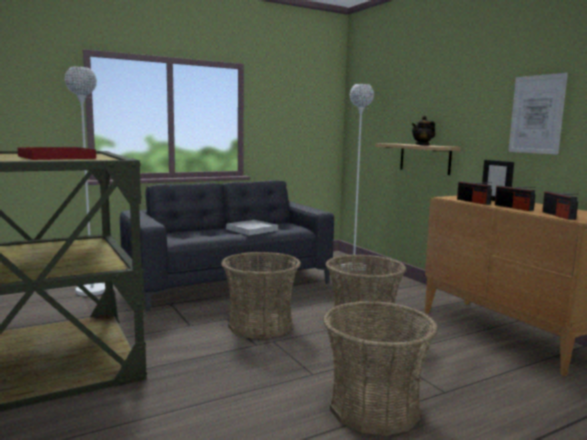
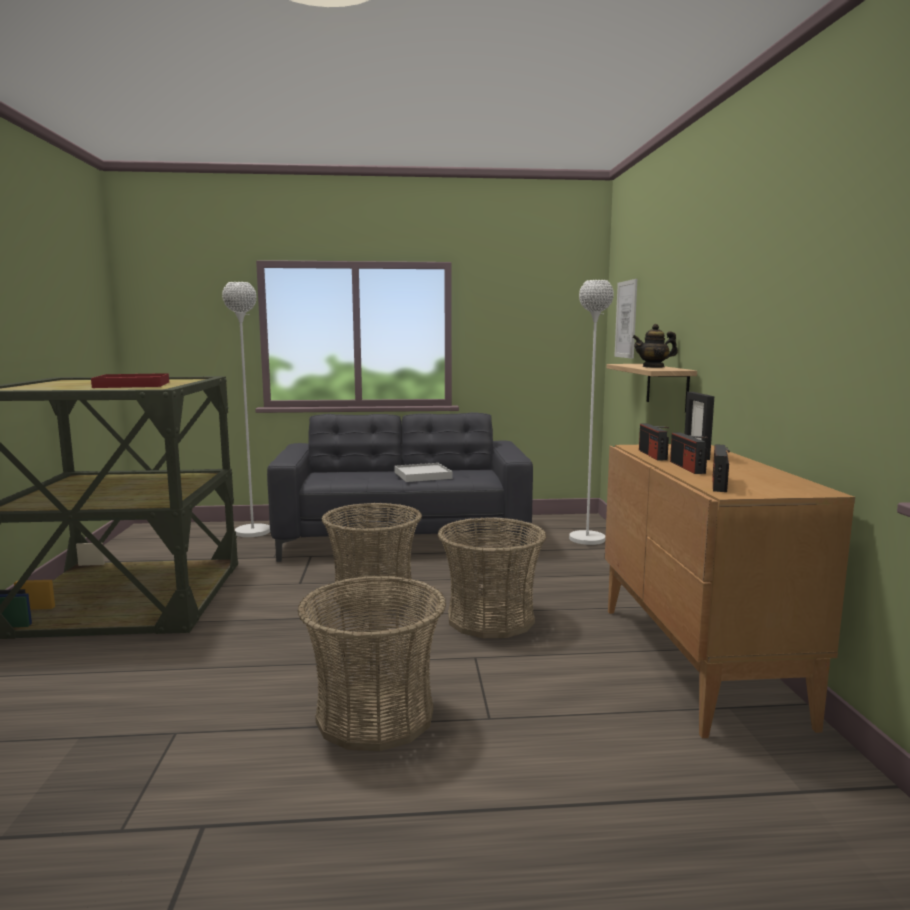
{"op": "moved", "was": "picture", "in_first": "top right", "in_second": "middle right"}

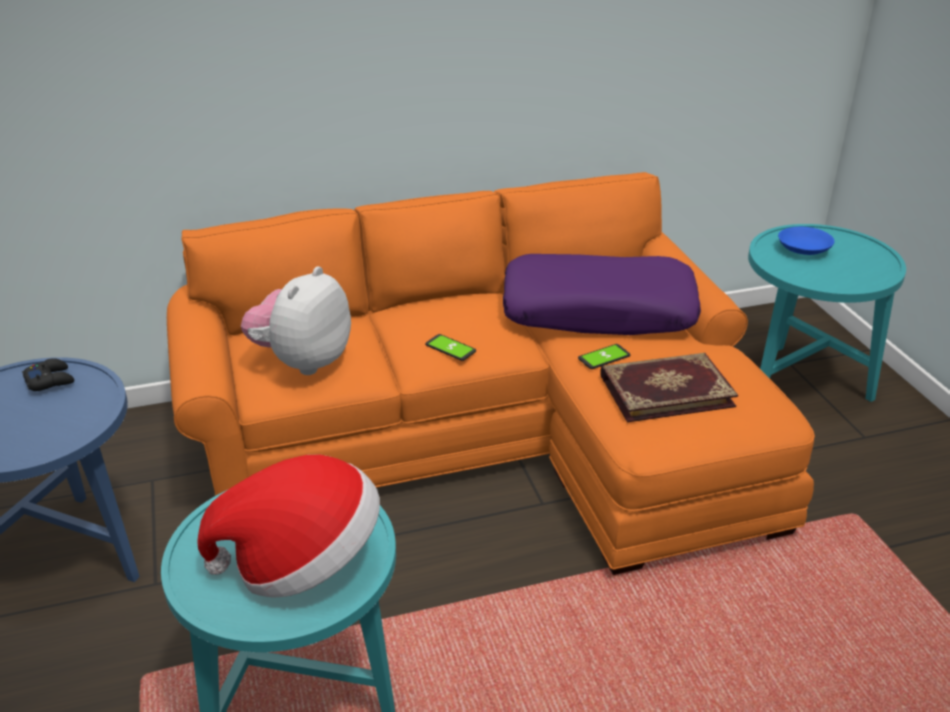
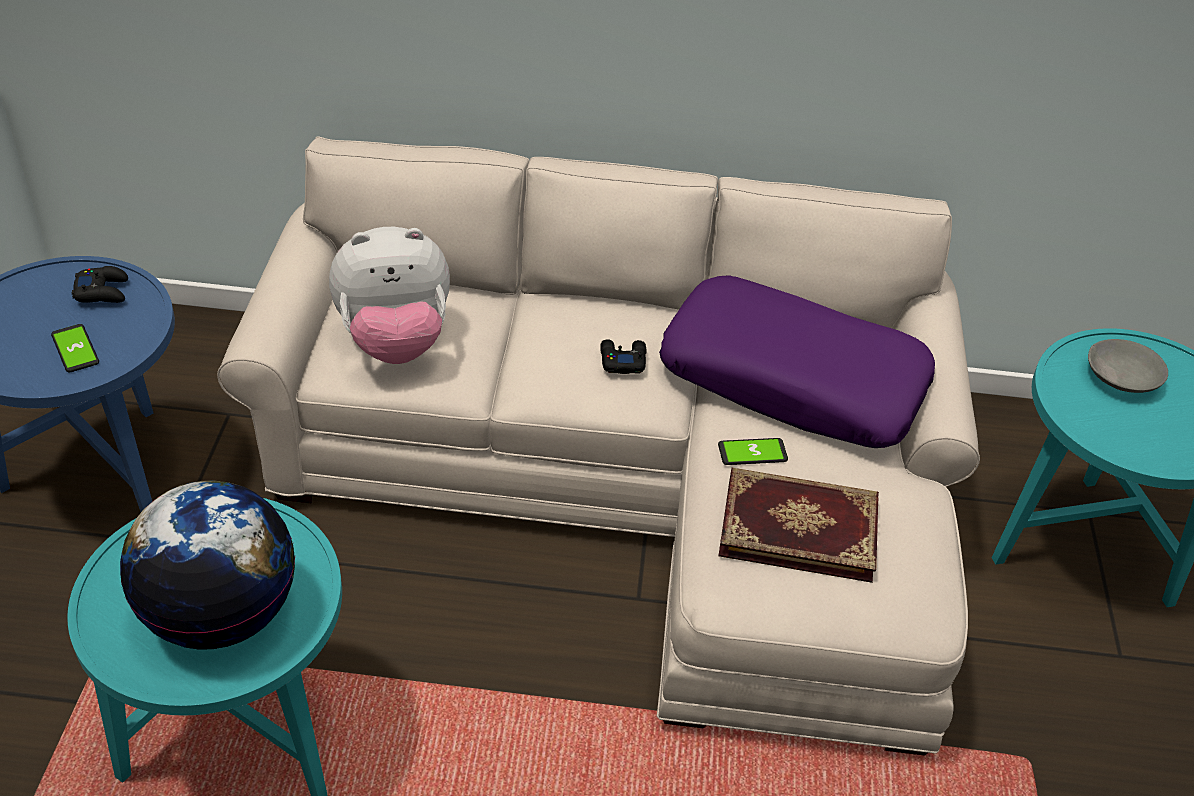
{"op": "recoloured", "was": "orange sofa", "now": "beige sofa", "in_first": "centre", "in_second": "centre"}
{"op": "replaced", "was": "hat", "now": "globe", "in_first": "bottom left", "in_second": "bottom left"}
{"op": "turned", "was": "plush toy", "in_first": "middle left", "in_second": "middle left", "clockwise": -150}
{"op": "moved", "was": "phone (1st from left)", "in_first": "centre", "in_second": "middle left"}
{"op": "recoloured", "was": "blue bowl", "now": "grey bowl", "in_first": "middle right", "in_second": "middle right"}
{"op": "added", "now": "black game controller (2nd from left)", "in_second": "centre"}

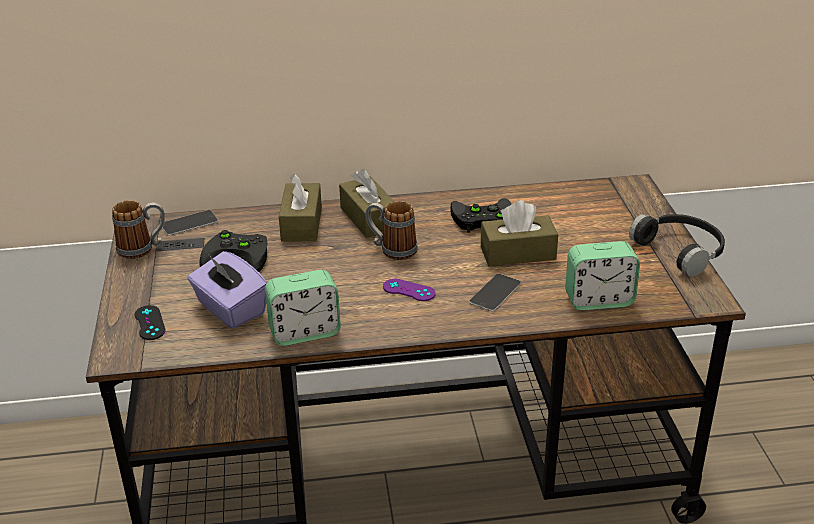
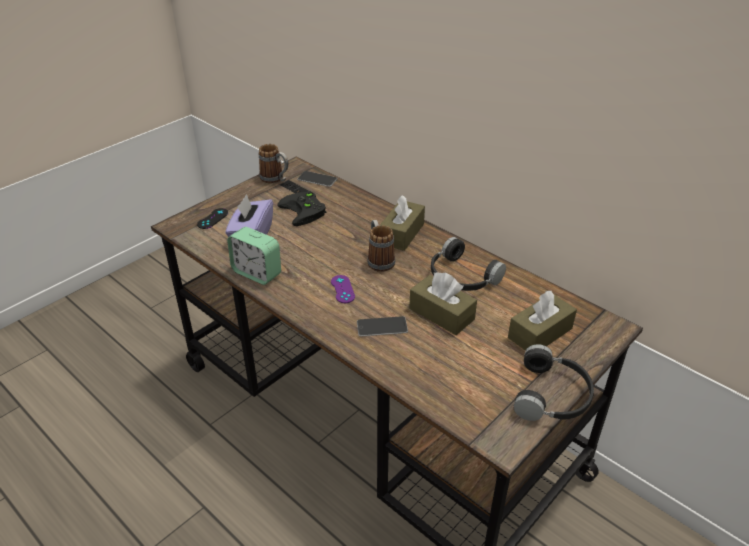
{"op": "moved", "was": "brown tissue box (1st from left in the first image)", "now": "brown tissue box (3rd from left)", "in_first": "centre", "in_second": "middle right"}
{"op": "replaced", "was": "black game controller (3rd from left)", "now": "black headphones (1st from left)", "in_first": "centre", "in_second": "centre"}
{"op": "removed", "was": "alarm clock (2nd from left)", "in_first": "middle right"}

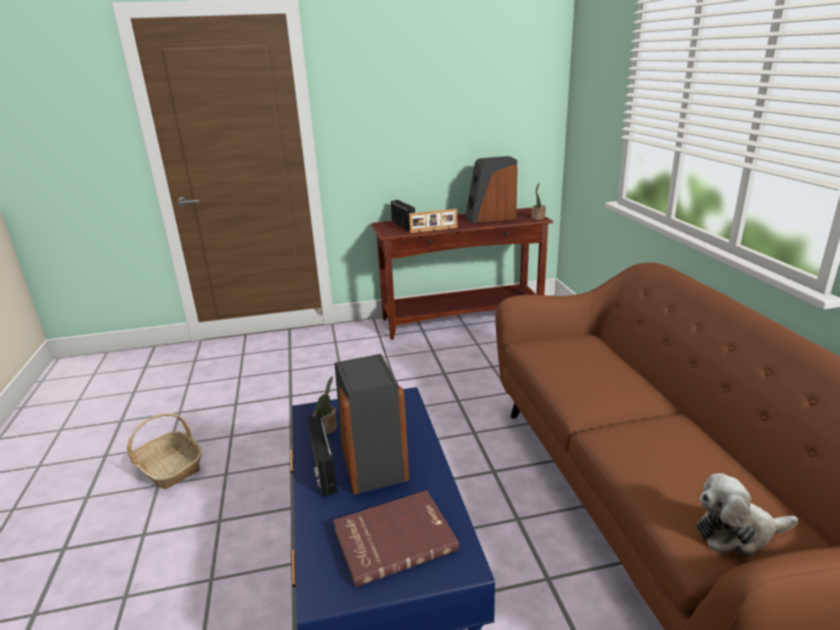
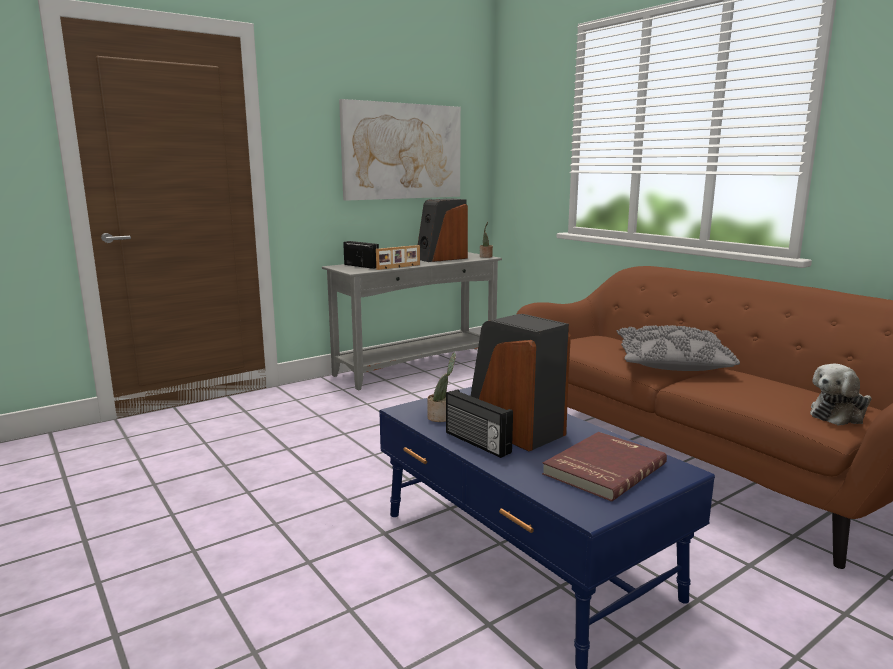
{"op": "removed", "was": "basket", "in_first": "bottom left"}
{"op": "recoloured", "was": "brown console table", "now": "grey console table", "in_first": "centre", "in_second": "centre"}
{"op": "added", "now": "picture", "in_second": "top centre"}
{"op": "added", "now": "grey pillow", "in_second": "middle right"}

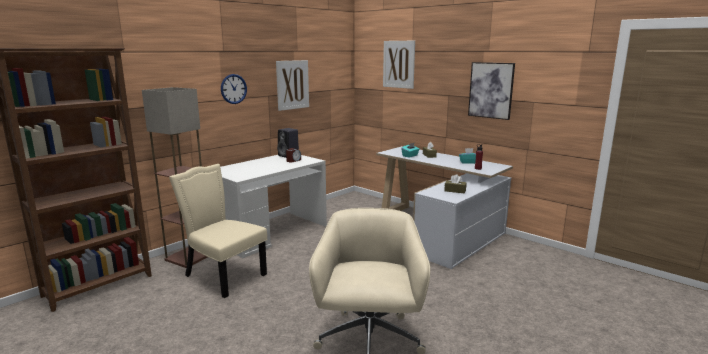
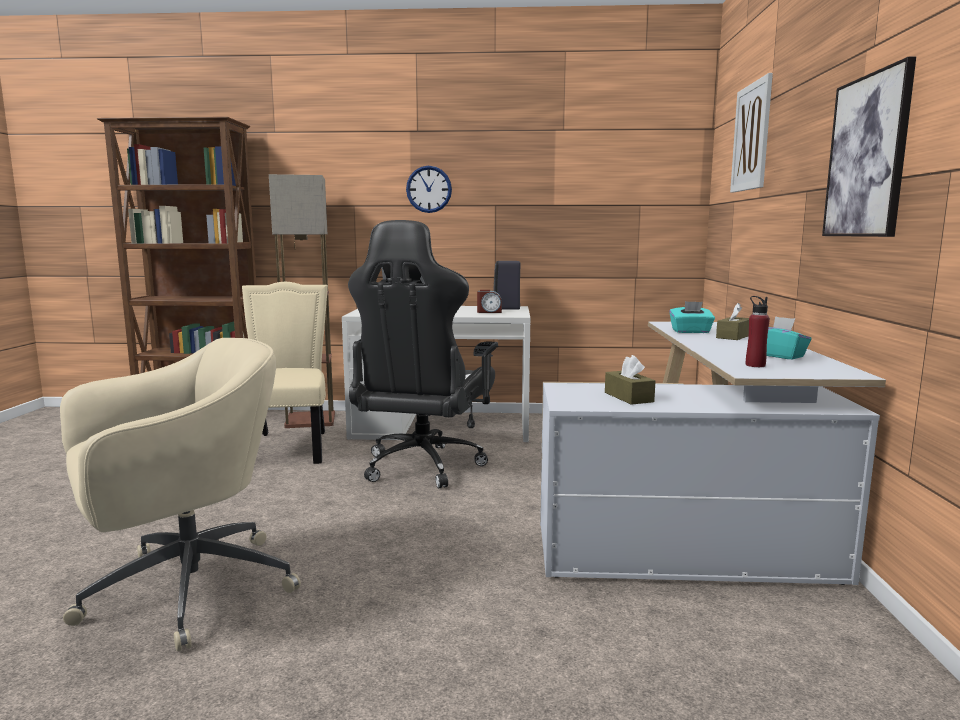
{"op": "removed", "was": "picture (1st from left)", "in_first": "top centre"}
{"op": "added", "now": "black office chair", "in_second": "centre"}

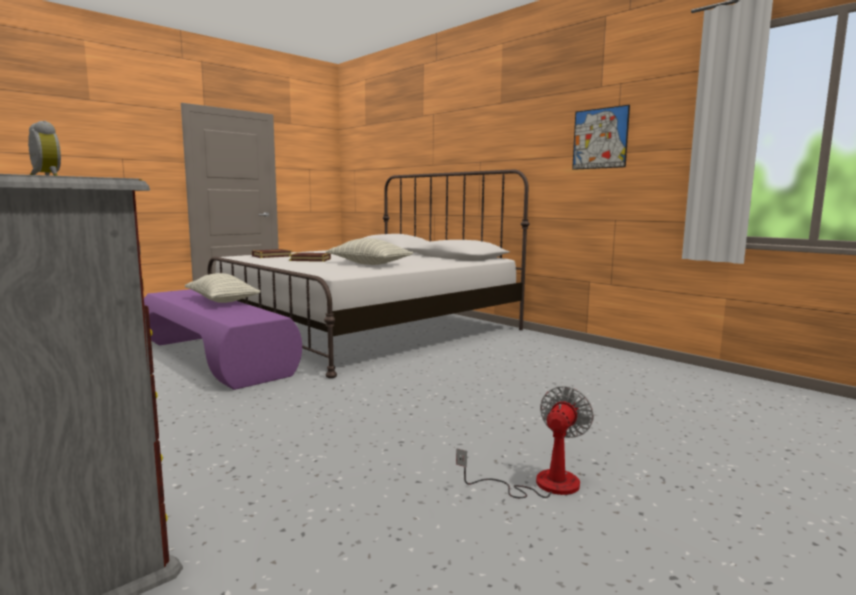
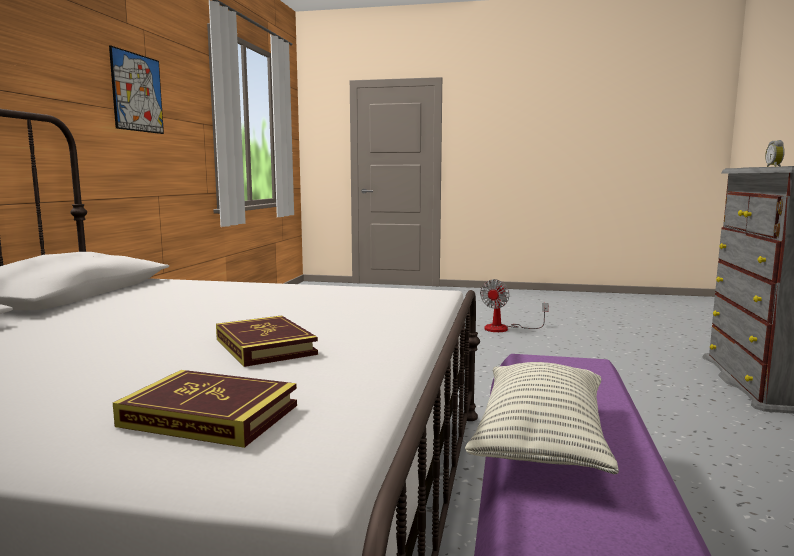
{"op": "removed", "was": "pillow (2nd from left)", "in_first": "centre"}
{"op": "turned", "was": "fan", "in_first": "bottom centre", "in_second": "centre", "clockwise": -60}

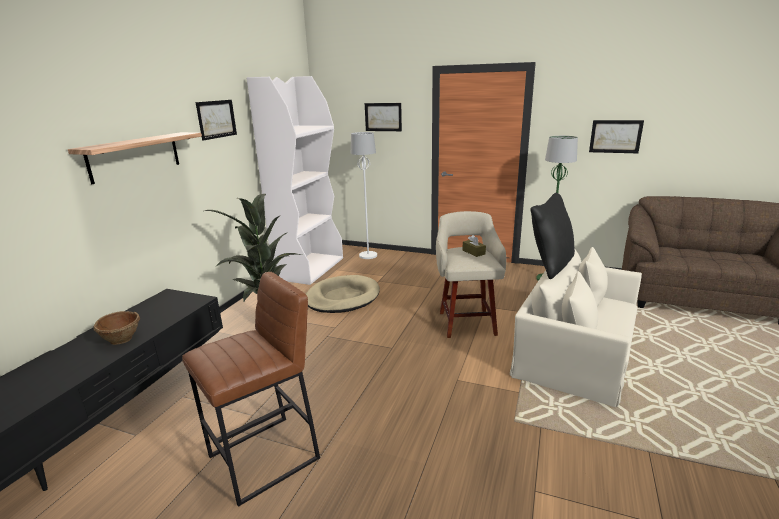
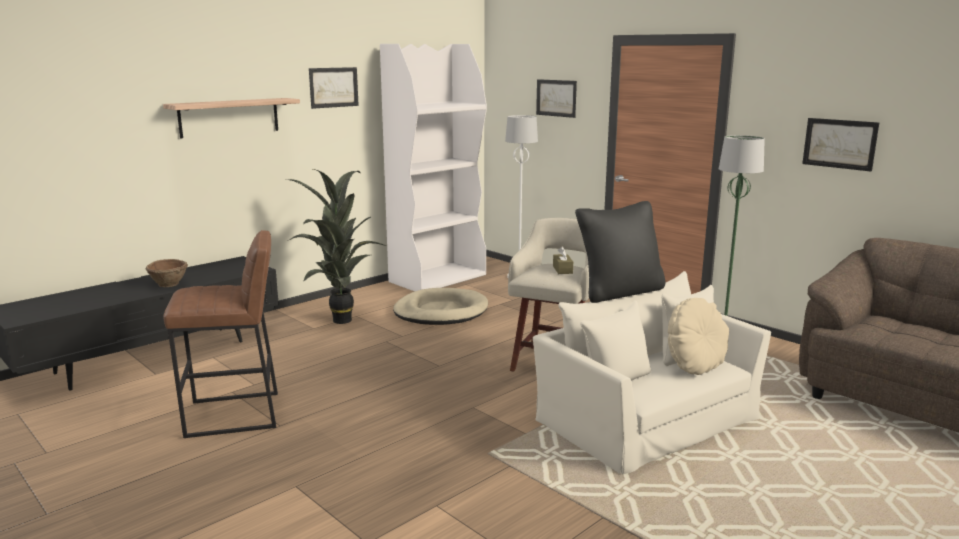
{"op": "added", "now": "beige pillow", "in_second": "middle right"}

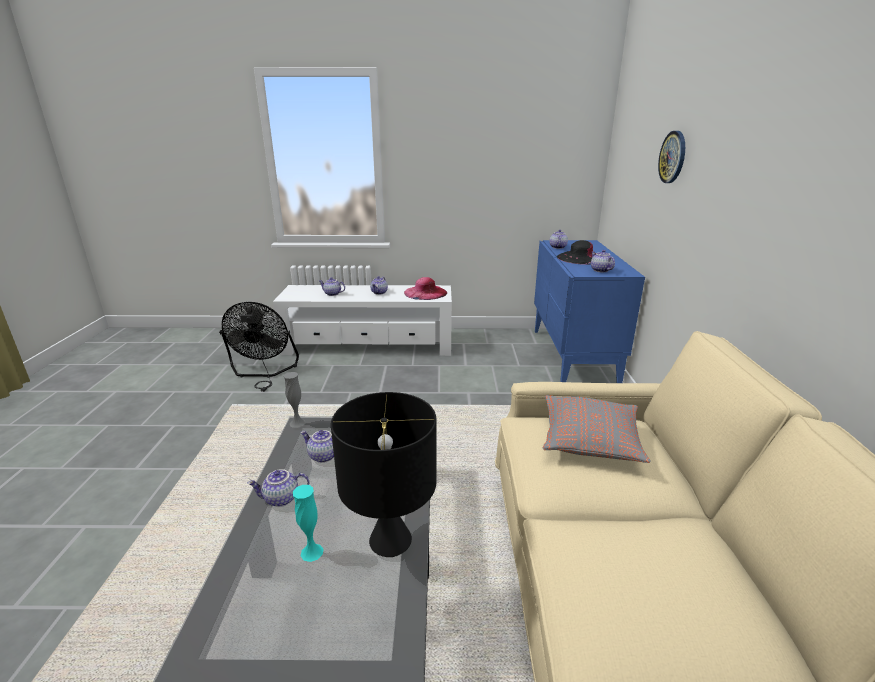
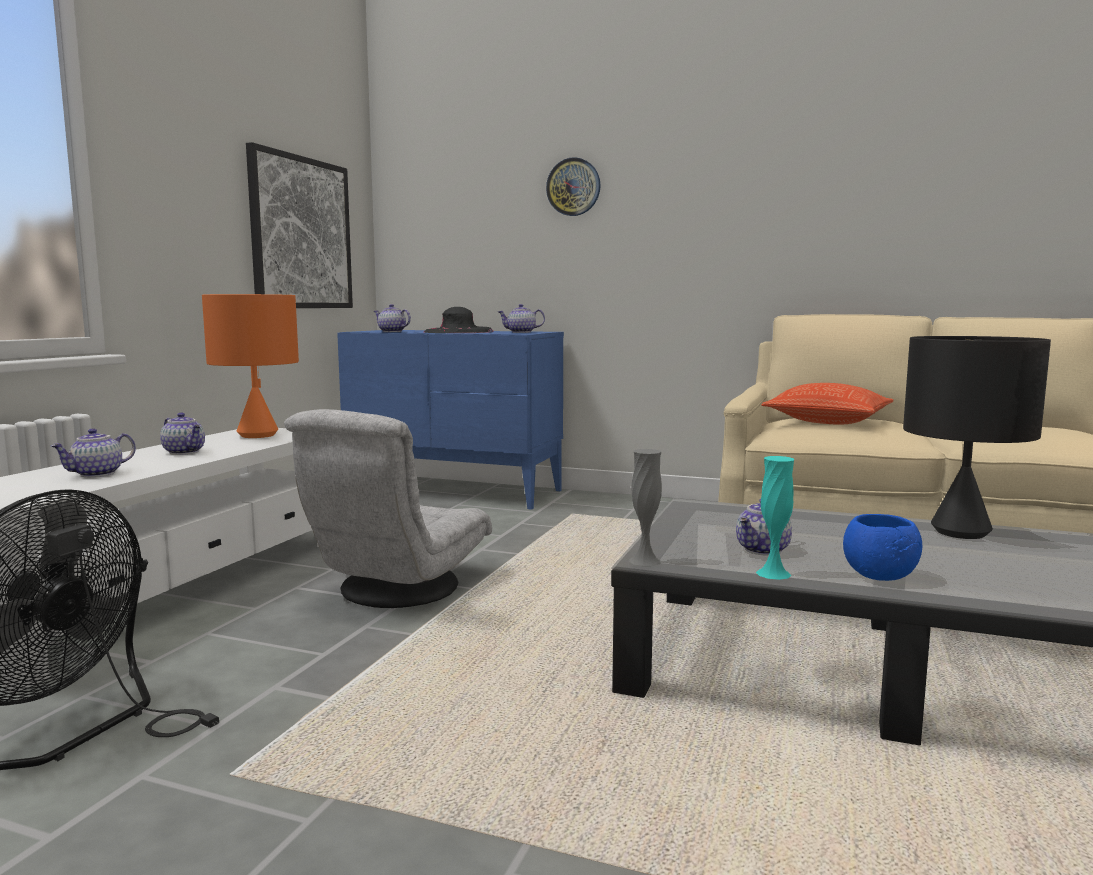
{"op": "replaced", "was": "teapot (1st from left)", "now": "blue bowl", "in_first": "bottom left", "in_second": "middle right"}
{"op": "moved", "was": "turquoise vase", "in_first": "bottom centre", "in_second": "middle right"}
{"op": "replaced", "was": "pink hat", "now": "orange table lamp", "in_first": "centre", "in_second": "middle left"}
{"op": "recoloured", "was": "grey pillow", "now": "orange pillow", "in_first": "middle right", "in_second": "middle right"}
{"op": "added", "now": "picture", "in_second": "top left"}
{"op": "added", "now": "grey armchair", "in_second": "centre"}

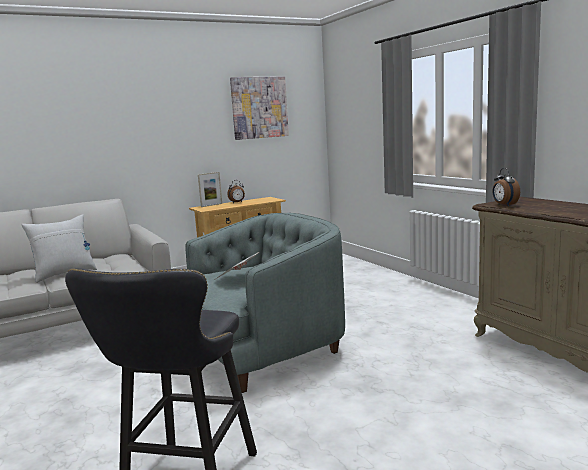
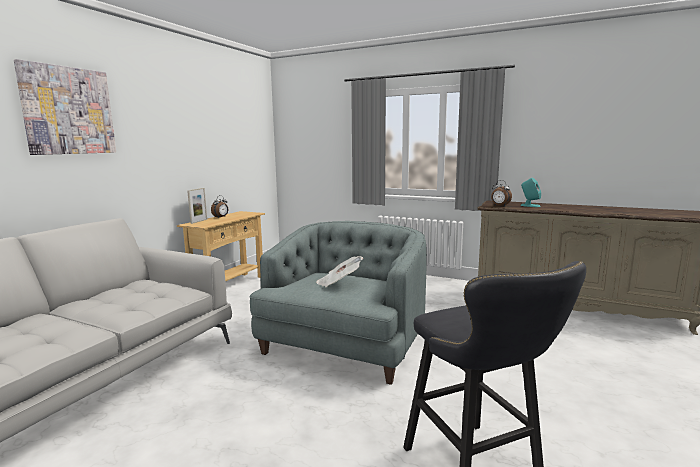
{"op": "removed", "was": "grey pillow", "in_first": "middle left"}
{"op": "moved", "was": "picture", "in_first": "top centre", "in_second": "top left"}
{"op": "added", "now": "turquoise speaker", "in_second": "middle right"}

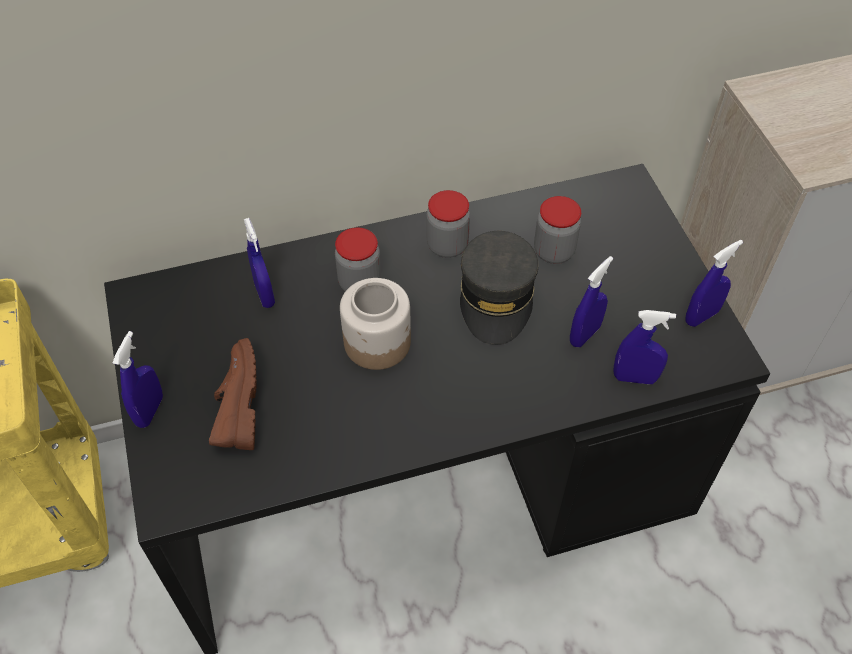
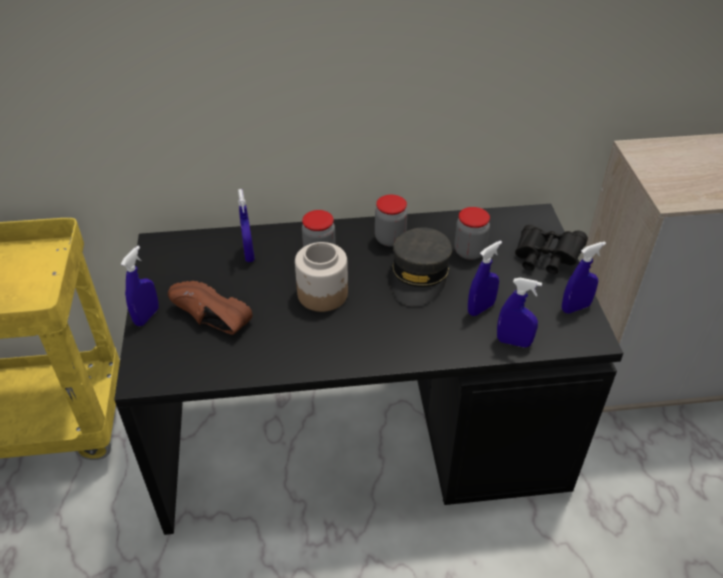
{"op": "turned", "was": "brown shoe", "in_first": "middle left", "in_second": "middle left", "clockwise": -75}
{"op": "added", "now": "black binoculars", "in_second": "middle right"}

